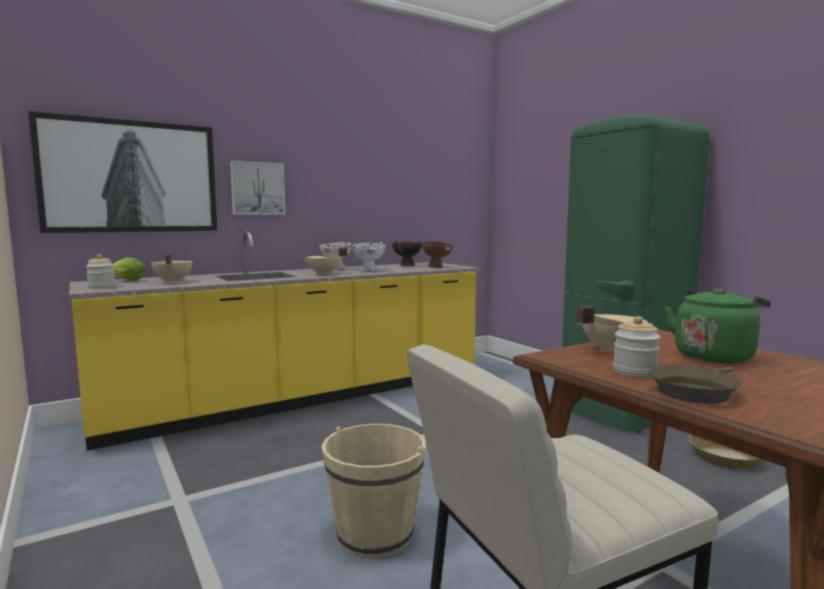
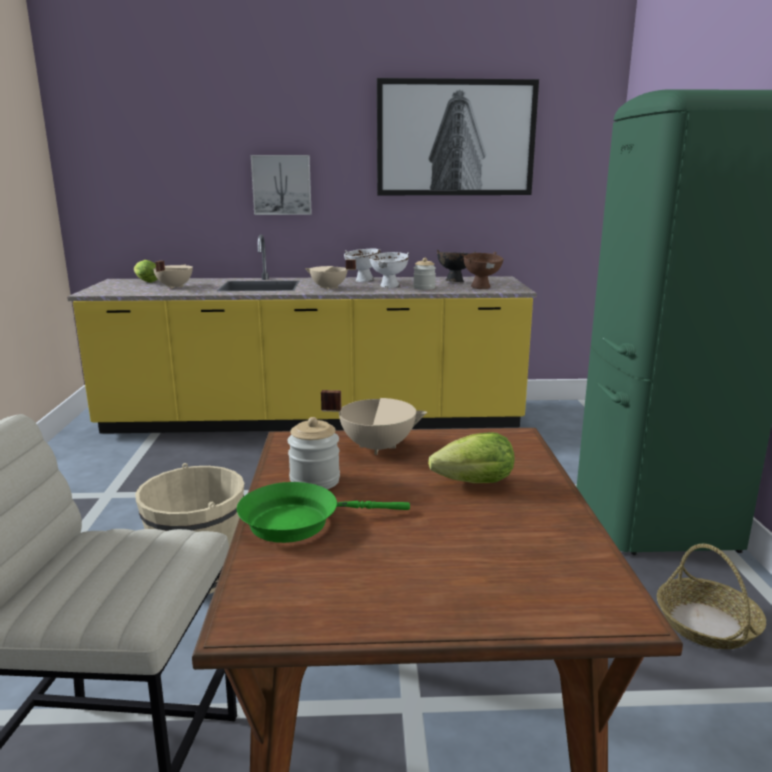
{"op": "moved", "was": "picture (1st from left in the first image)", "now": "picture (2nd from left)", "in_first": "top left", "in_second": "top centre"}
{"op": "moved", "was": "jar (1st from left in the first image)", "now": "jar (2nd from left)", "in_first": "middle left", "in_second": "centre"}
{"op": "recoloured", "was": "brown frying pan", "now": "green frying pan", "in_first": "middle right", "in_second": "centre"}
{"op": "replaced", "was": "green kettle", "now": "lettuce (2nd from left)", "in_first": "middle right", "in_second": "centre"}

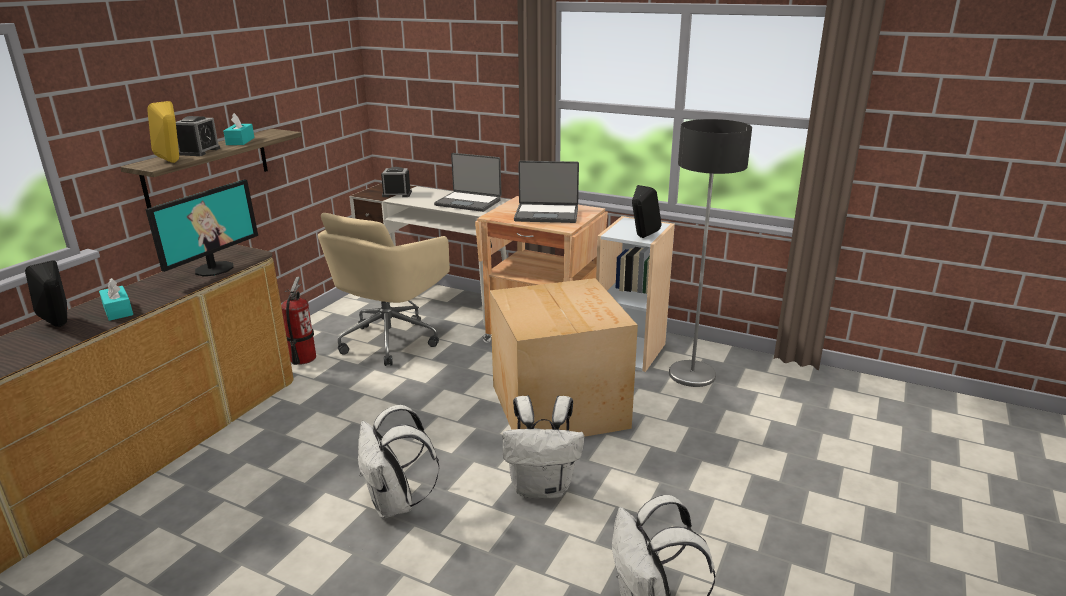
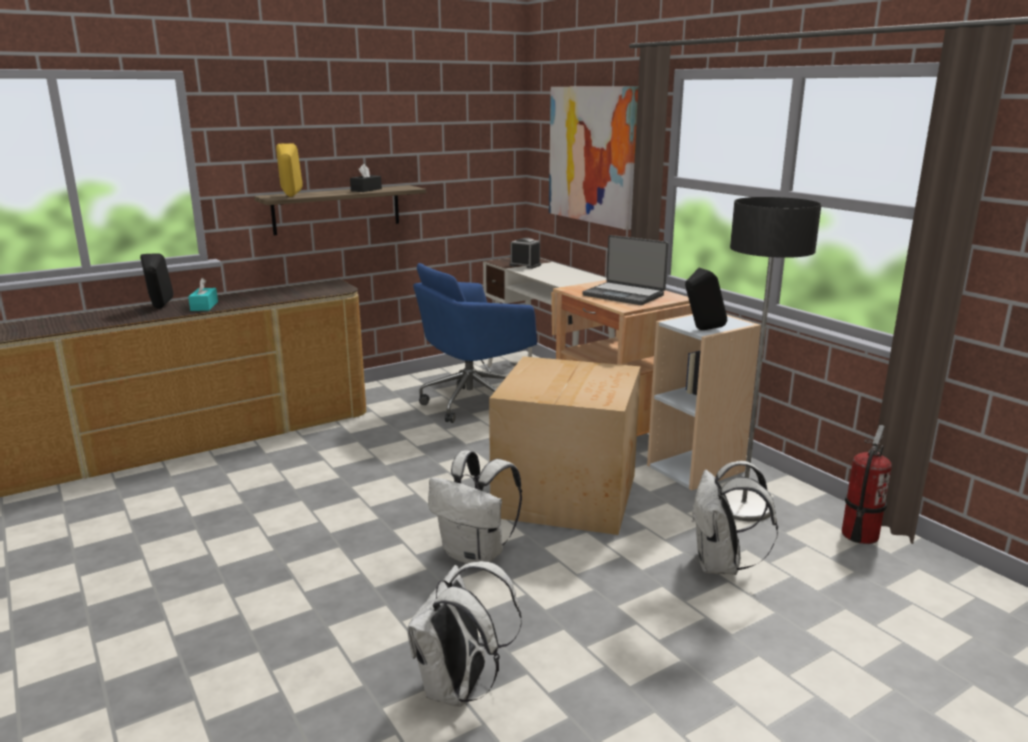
{"op": "removed", "was": "monitor", "in_first": "middle left"}
{"op": "removed", "was": "alarm clock (1st from left)", "in_first": "top left"}
{"op": "recoloured", "was": "turquoise tissue box (2nd from left)", "now": "black tissue box", "in_first": "top left", "in_second": "top centre"}
{"op": "moved", "was": "fire extinguisher", "in_first": "middle left", "in_second": "middle right"}
{"op": "recoloured", "was": "beige office chair", "now": "blue office chair", "in_first": "centre", "in_second": "centre"}
{"op": "moved", "was": "white backpack (1st from left in the first image)", "now": "white backpack (3rd from left)", "in_first": "bottom centre", "in_second": "bottom right"}
{"op": "removed", "was": "laptop (1st from left)", "in_first": "top centre"}
{"op": "added", "now": "picture", "in_second": "top centre"}

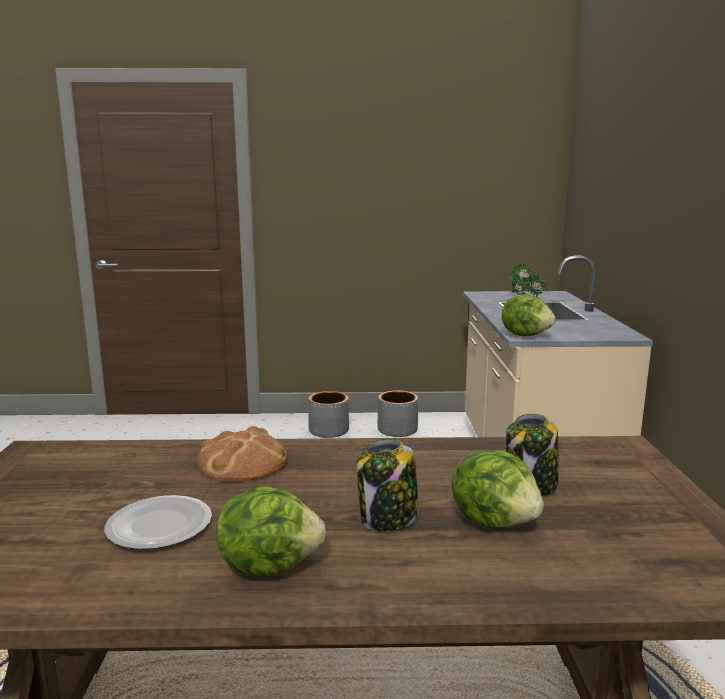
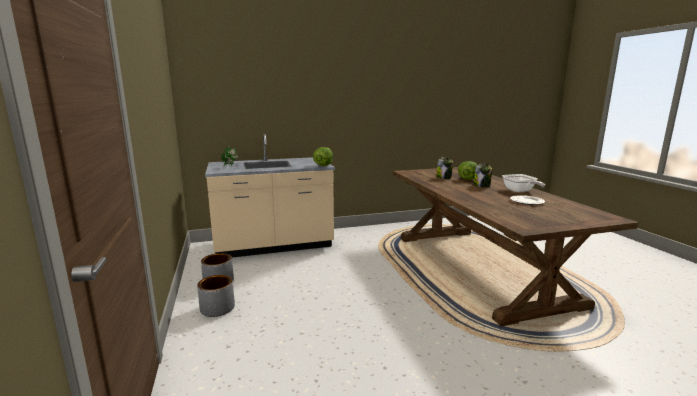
{"op": "removed", "was": "bread", "in_first": "centre"}
{"op": "replaced", "was": "lettuce (1st from left)", "now": "frying pan", "in_first": "bottom centre", "in_second": "middle right"}

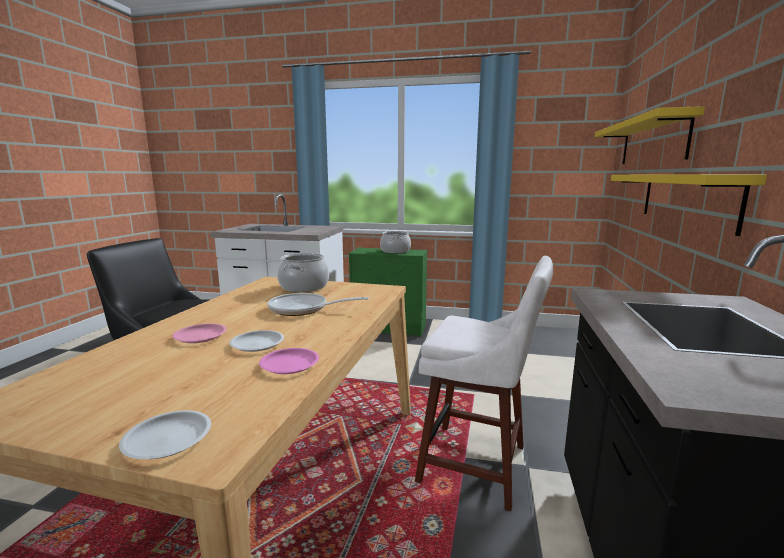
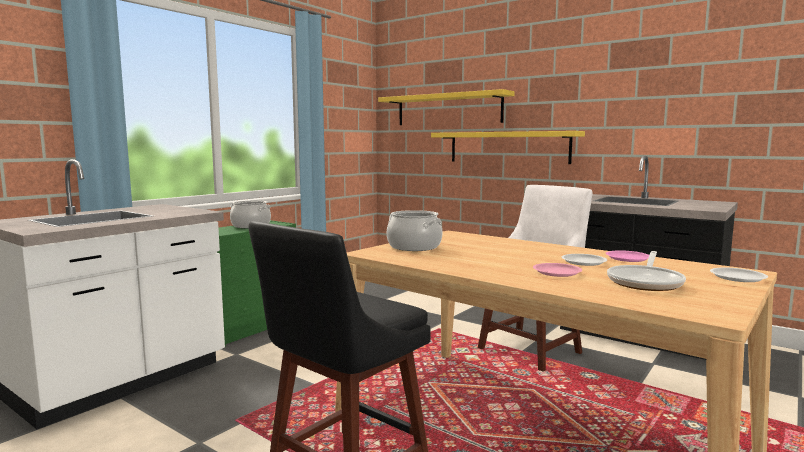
{"op": "moved", "was": "frying pan", "in_first": "centre", "in_second": "middle right"}

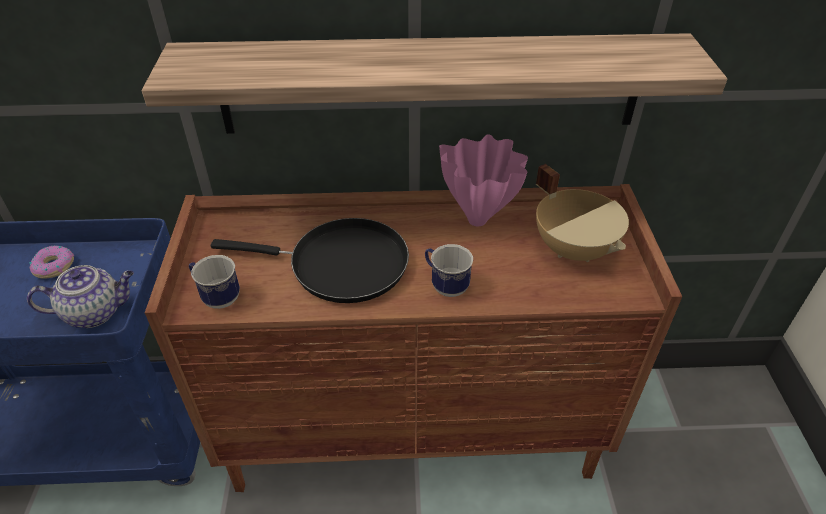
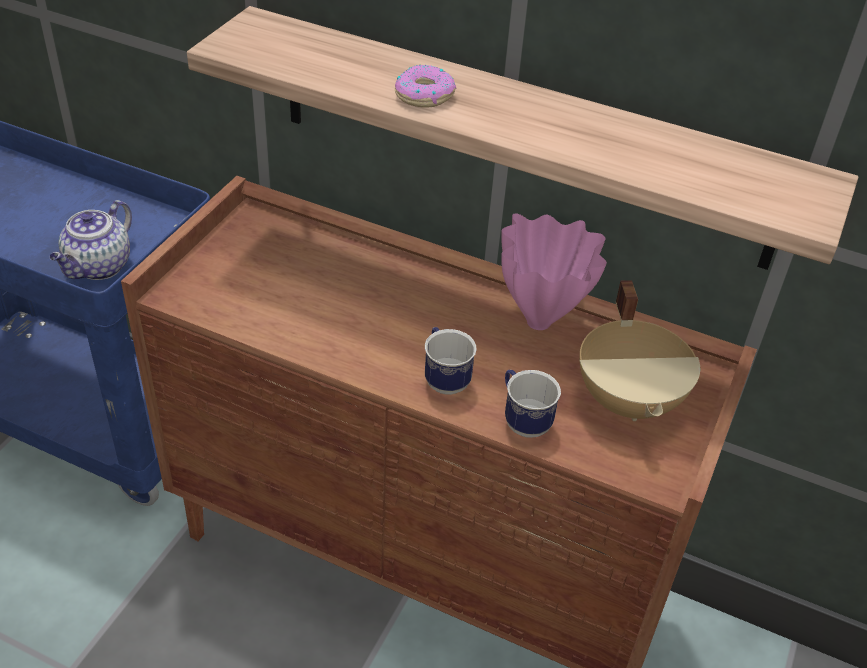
{"op": "turned", "was": "teapot", "in_first": "middle left", "in_second": "middle left", "clockwise": 105}
{"op": "moved", "was": "donut", "in_first": "middle left", "in_second": "top centre"}
{"op": "moved", "was": "mug (1st from left in the first image)", "now": "mug (2nd from left)", "in_first": "middle left", "in_second": "centre"}
{"op": "removed", "was": "black frying pan", "in_first": "centre"}

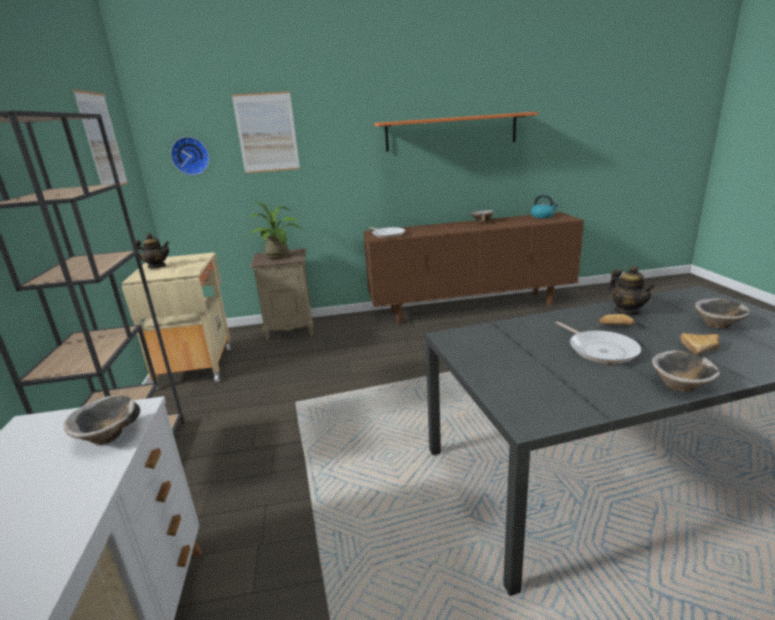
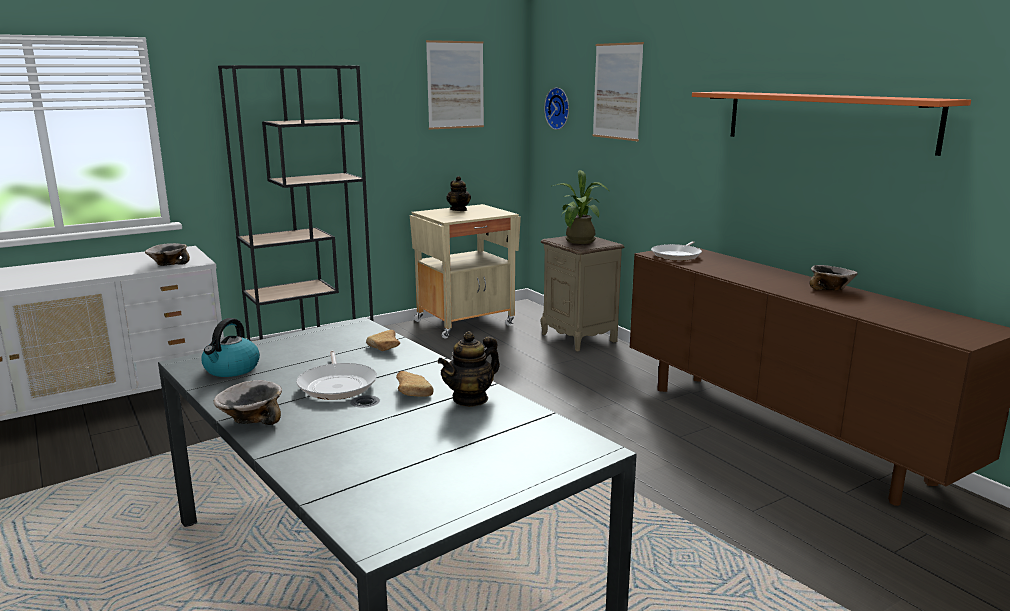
{"op": "moved", "was": "kettle", "in_first": "top right", "in_second": "middle left"}
{"op": "turned", "was": "frying pan (2nd from left in the first image)", "in_first": "middle right", "in_second": "middle left", "clockwise": -60}
{"op": "moved", "was": "bread (2nd from left in the first image)", "now": "bread (1st from left)", "in_first": "middle right", "in_second": "centre"}
{"op": "removed", "was": "bowl (4th from left)", "in_first": "middle right"}

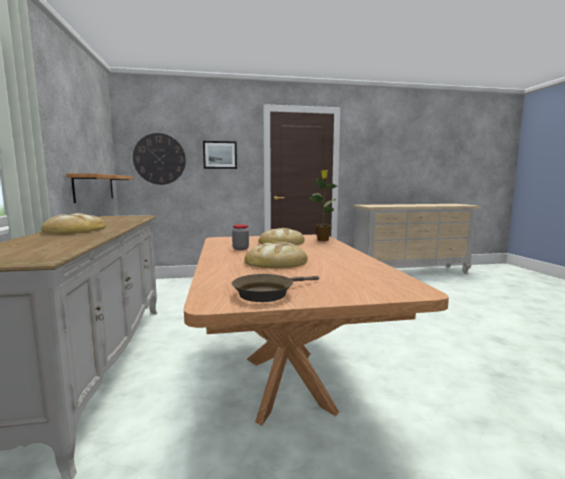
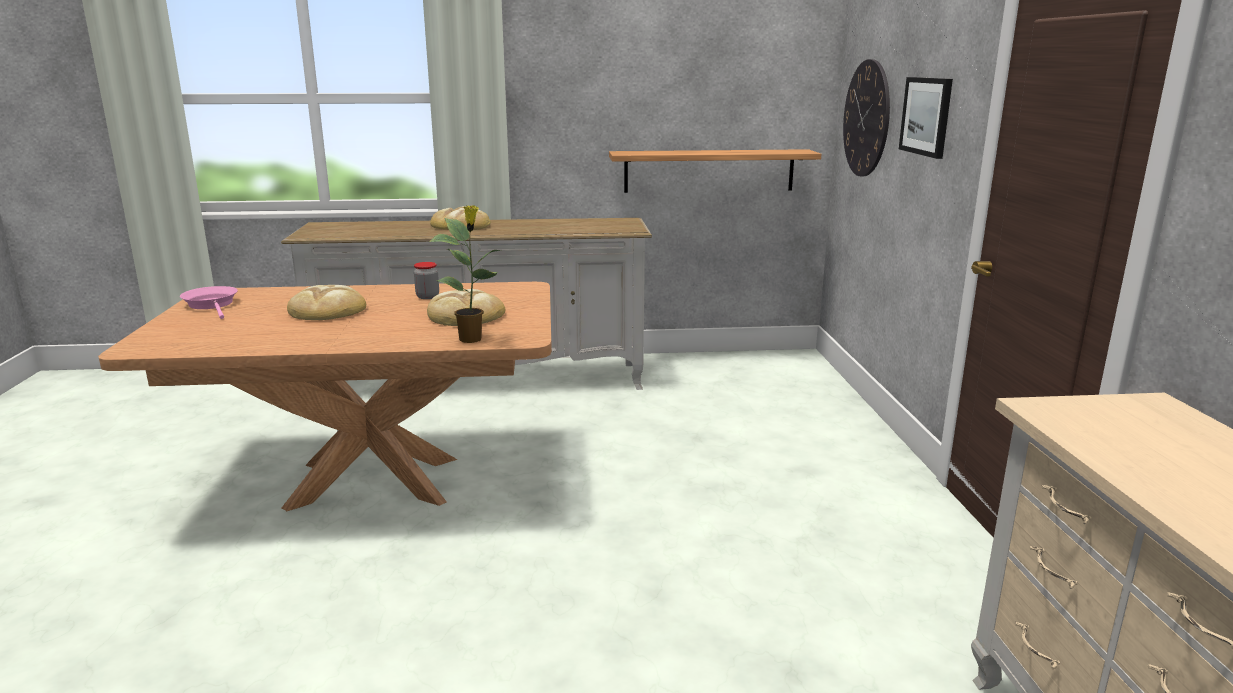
{"op": "recoloured", "was": "brown frying pan", "now": "pink frying pan", "in_first": "centre", "in_second": "middle left"}

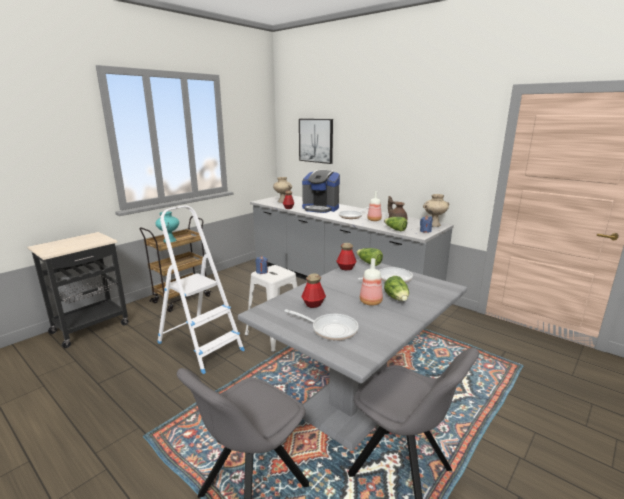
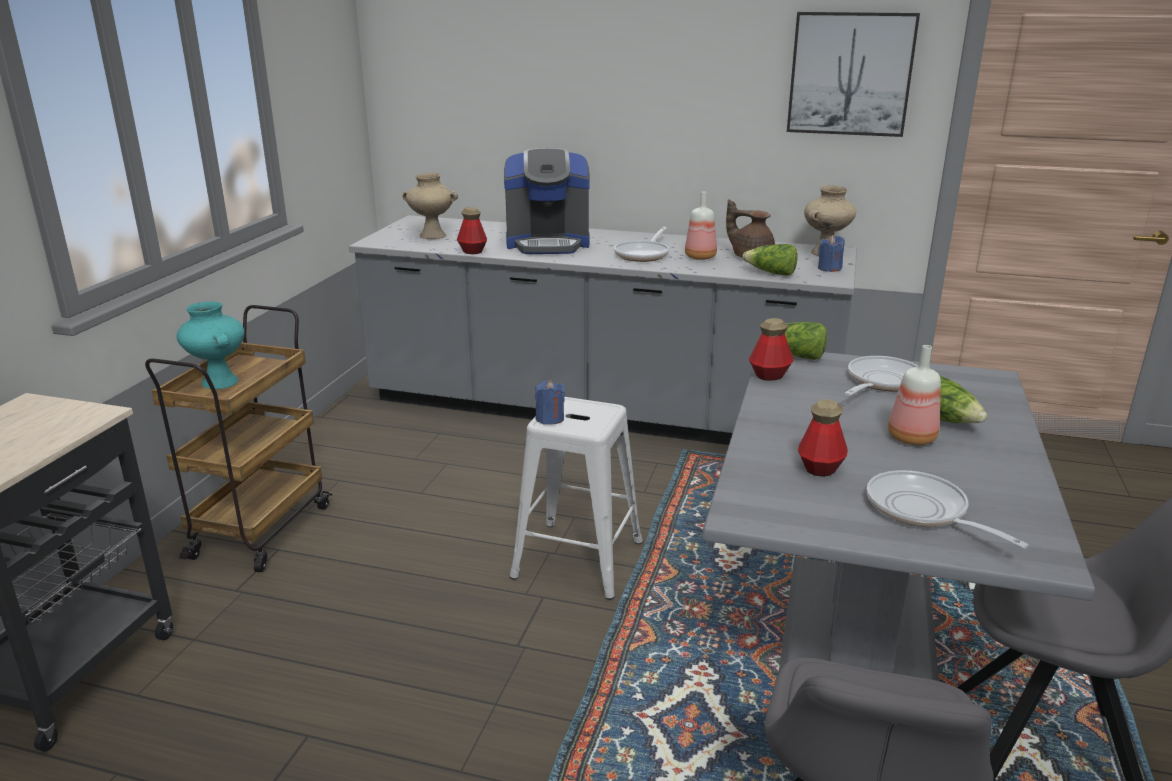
{"op": "removed", "was": "white step ladder", "in_first": "middle left"}
{"op": "turned", "was": "frying pan (1st from left in the first image)", "in_first": "centre", "in_second": "middle right", "clockwise": -120}
{"op": "moved", "was": "picture", "in_first": "top centre", "in_second": "top right"}

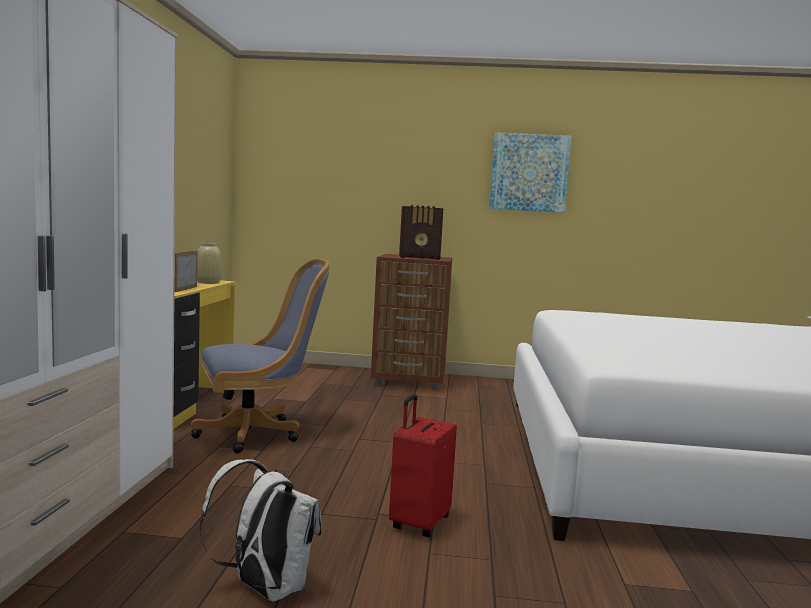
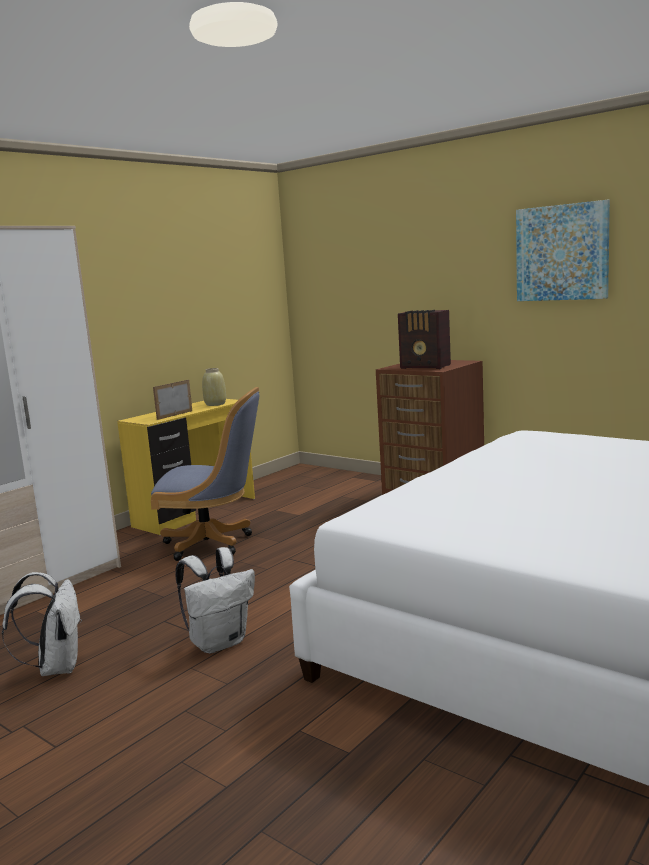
{"op": "replaced", "was": "red suitcase", "now": "white backpack (2nd from left)", "in_first": "bottom centre", "in_second": "bottom left"}

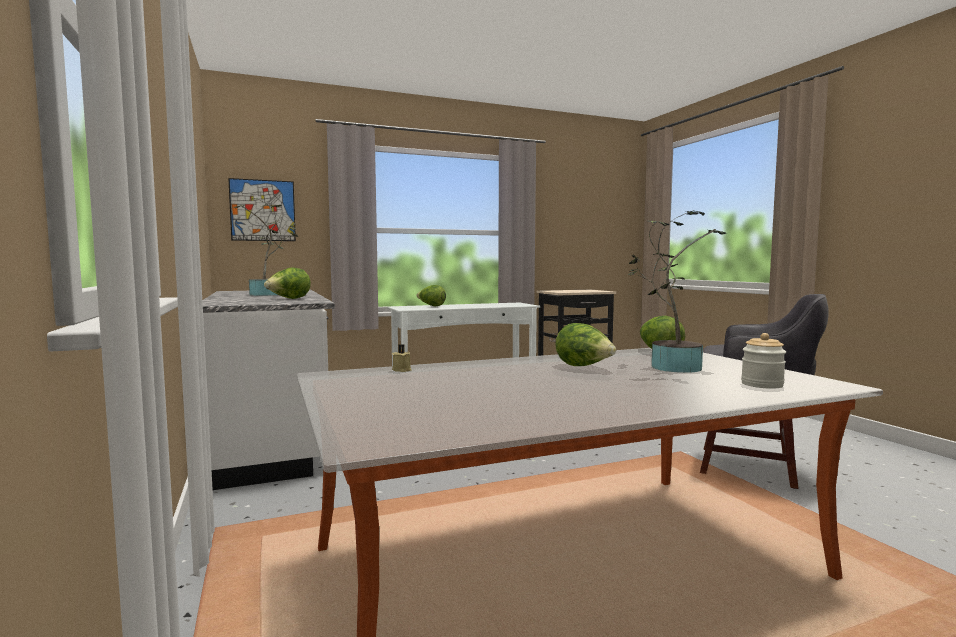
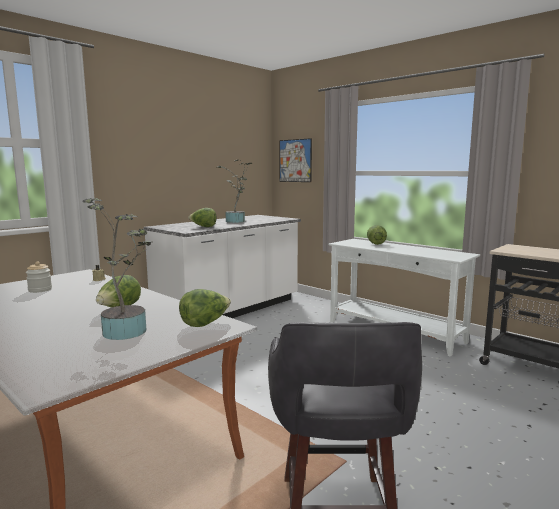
{"op": "moved", "was": "jar", "in_first": "middle right", "in_second": "middle left"}

